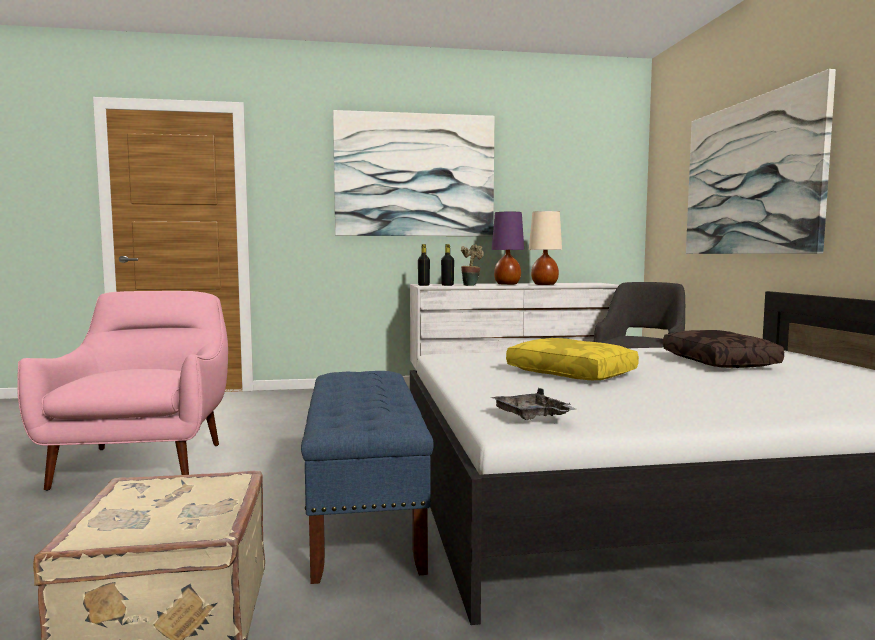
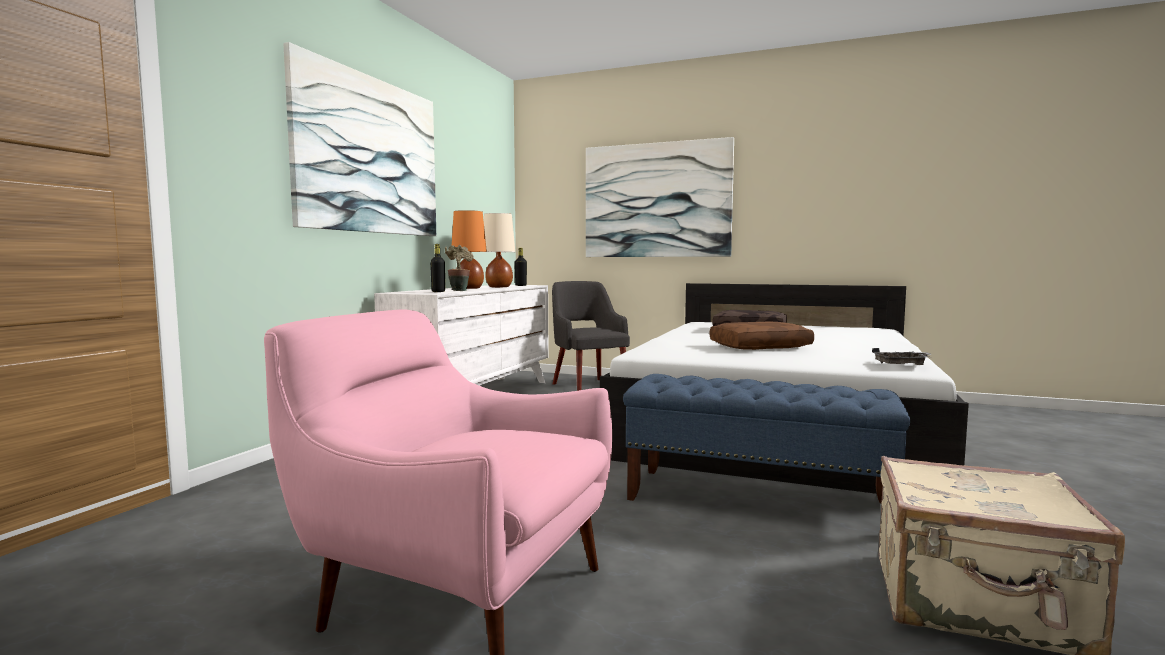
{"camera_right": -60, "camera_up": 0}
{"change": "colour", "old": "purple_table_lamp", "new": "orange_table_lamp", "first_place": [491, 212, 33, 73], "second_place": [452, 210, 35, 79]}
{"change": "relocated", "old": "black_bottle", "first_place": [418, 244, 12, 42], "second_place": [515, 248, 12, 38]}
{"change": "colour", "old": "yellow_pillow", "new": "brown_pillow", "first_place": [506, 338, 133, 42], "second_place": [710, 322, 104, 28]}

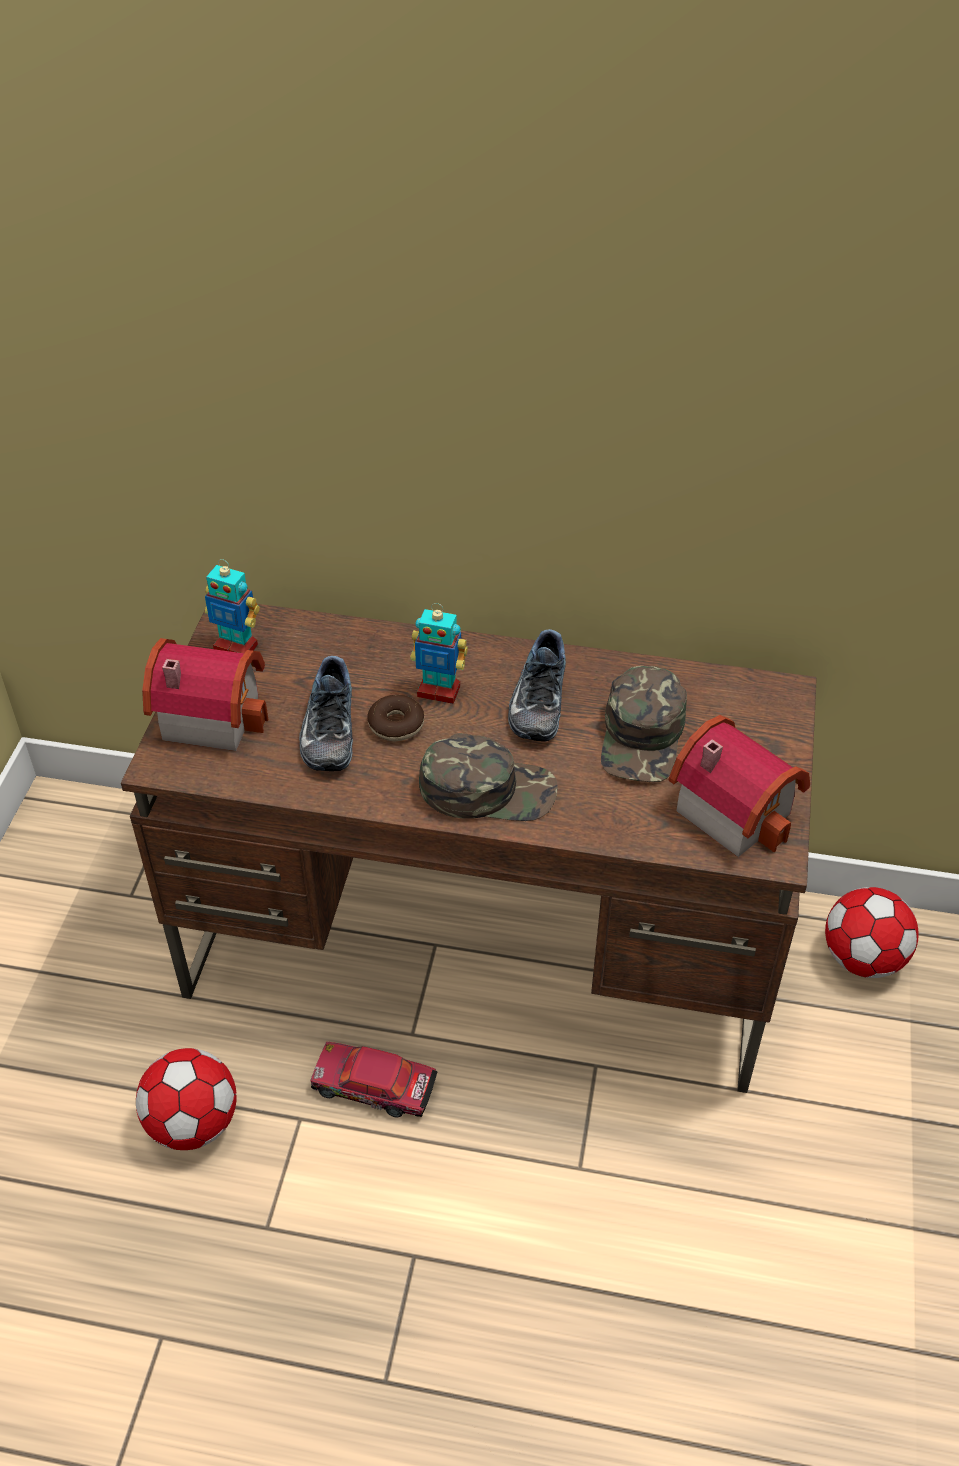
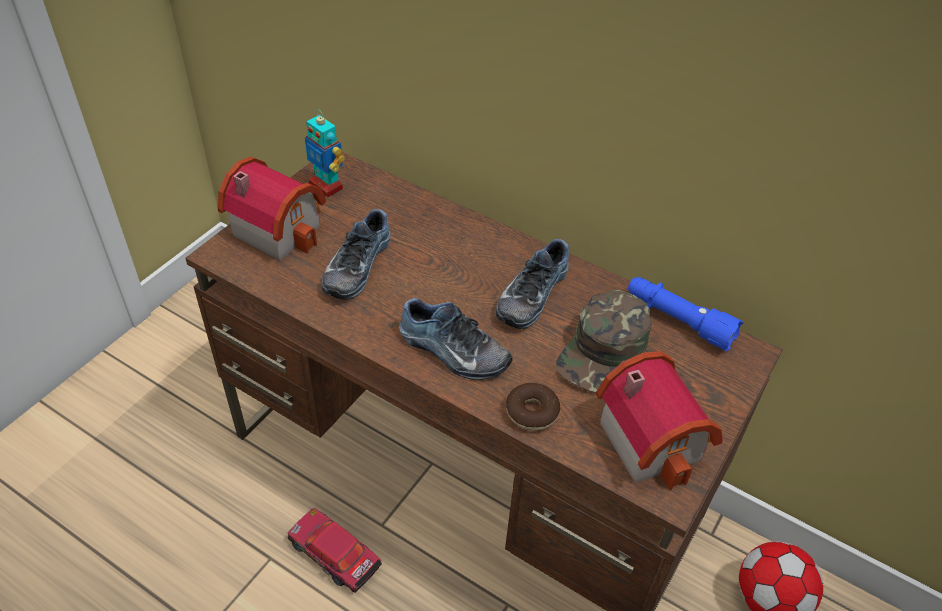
{"camera_right": 20, "camera_up": 0}
{"change": "missing", "old": "toy_robot", "first_place": [410, 603, 58, 101]}
{"change": "relocated", "old": "donut", "first_place": [367, 695, 57, 46], "second_place": [506, 383, 54, 48]}
{"change": "exchanged", "old": "green_cap", "new": "shoe", "first_place": [419, 733, 139, 88], "second_place": [399, 298, 114, 82]}
{"change": "missing", "old": "football", "first_place": [136, 1048, 101, 102]}
{"change": "appeared", "new": "blue_flashlight", "second_place": [628, 277, 115, 74]}

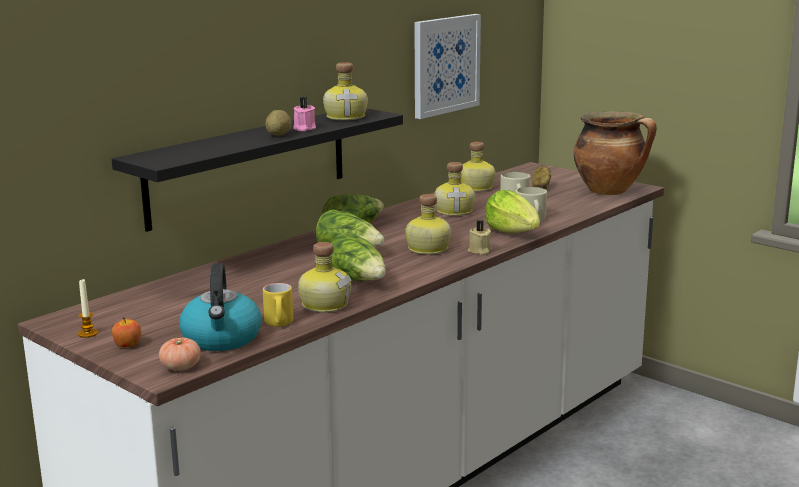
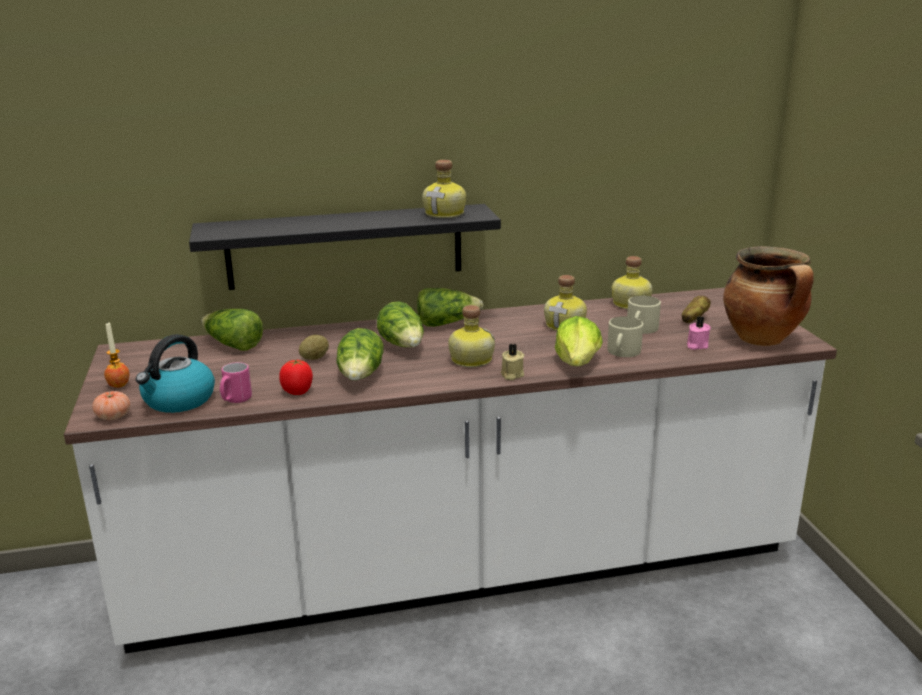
{"camera_right": 35, "camera_up": 5}
{"change": "missing", "old": "picture", "first_place": [414, 14, 67, 105]}
{"change": "relocated", "old": "pink_candle", "first_place": [293, 97, 23, 34], "second_place": [687, 316, 24, 34]}
{"change": "relocated", "old": "potato", "first_place": [265, 110, 27, 26], "second_place": [299, 335, 30, 25]}
{"change": "exchanged", "old": "bottle", "new": "tomato", "first_place": [298, 242, 54, 71], "second_place": [279, 360, 34, 35]}
{"change": "colour", "old": "yellow_mug", "new": "pink_mug", "first_place": [263, 283, 30, 44], "second_place": [220, 362, 32, 41]}
{"change": "appeared", "new": "lettuce", "second_place": [201, 309, 62, 42]}

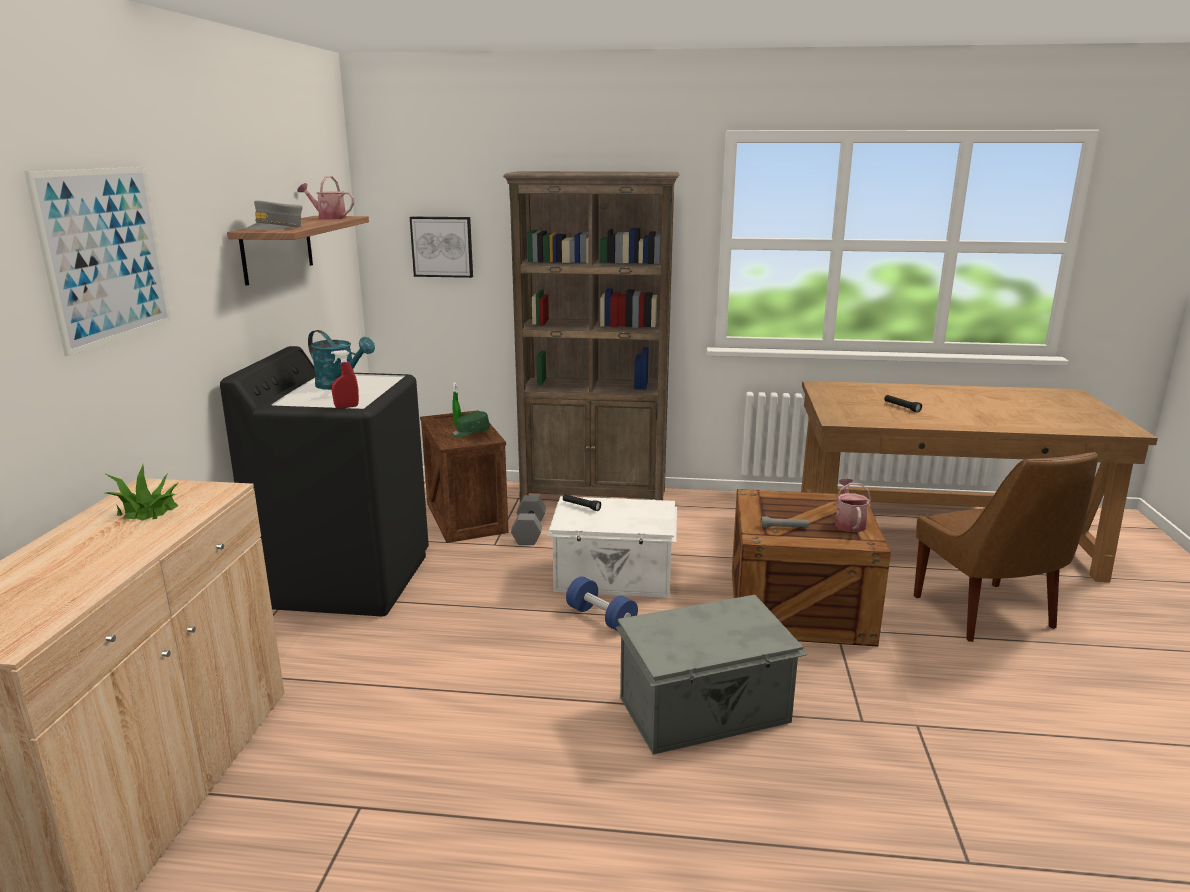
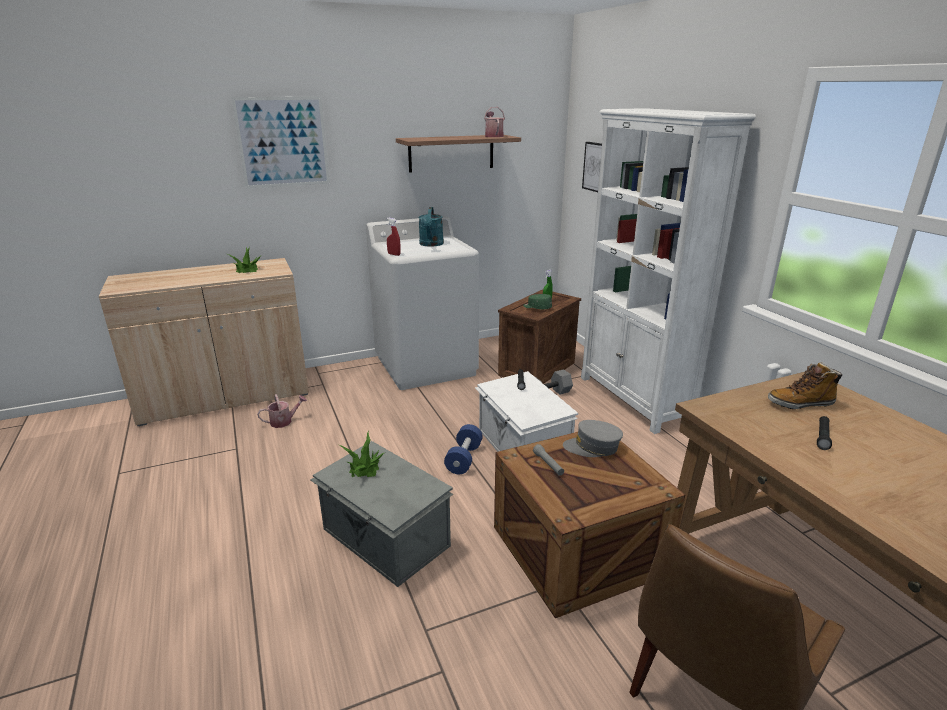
{"camera_right": 60, "camera_up": 5}
{"change": "colour", "old": "brown_bookcase", "new": "white_bookcase", "first_place": [503, 171, 176, 331], "second_place": [581, 108, 175, 326]}
{"change": "relocated", "old": "grey_cap", "first_place": [245, 201, 58, 29], "second_place": [563, 420, 60, 37]}
{"change": "colour", "old": "black_washing_machine", "new": "white_washing_machine", "first_place": [220, 346, 209, 270], "second_place": [366, 216, 113, 174]}
{"change": "relocated", "old": "watering_can", "first_place": [835, 478, 36, 54], "second_place": [257, 394, 50, 34]}
{"change": "appeared", "new": "boot", "second_place": [768, 362, 74, 47]}
{"change": "appeared", "new": "potted_plant", "second_place": [340, 431, 44, 46]}

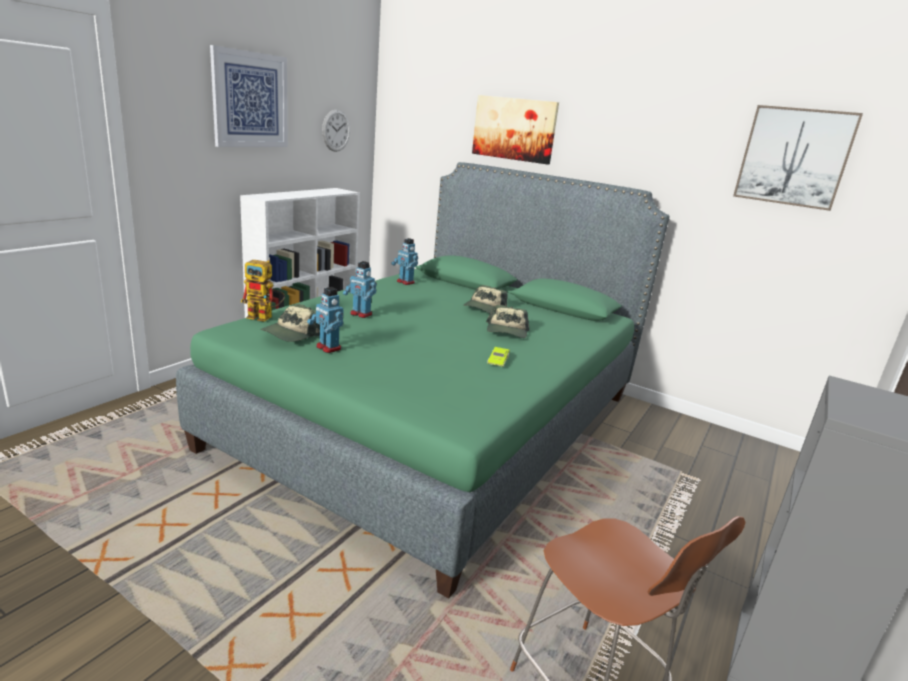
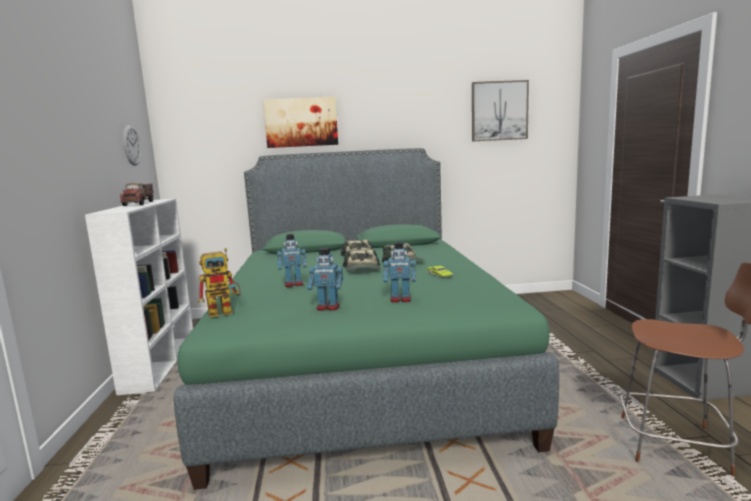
{"camera_right": -35, "camera_up": -10}
{"change": "missing", "old": "picture", "first_place": [210, 45, 78, 102]}
{"change": "relocated", "old": "toy_robot", "first_place": [391, 238, 27, 47], "second_place": [383, 242, 33, 61]}
{"change": "relocated", "old": "cap", "first_place": [260, 304, 60, 38], "second_place": [343, 249, 38, 22]}
{"change": "appeared", "new": "toy_truck", "second_place": [120, 183, 33, 23]}

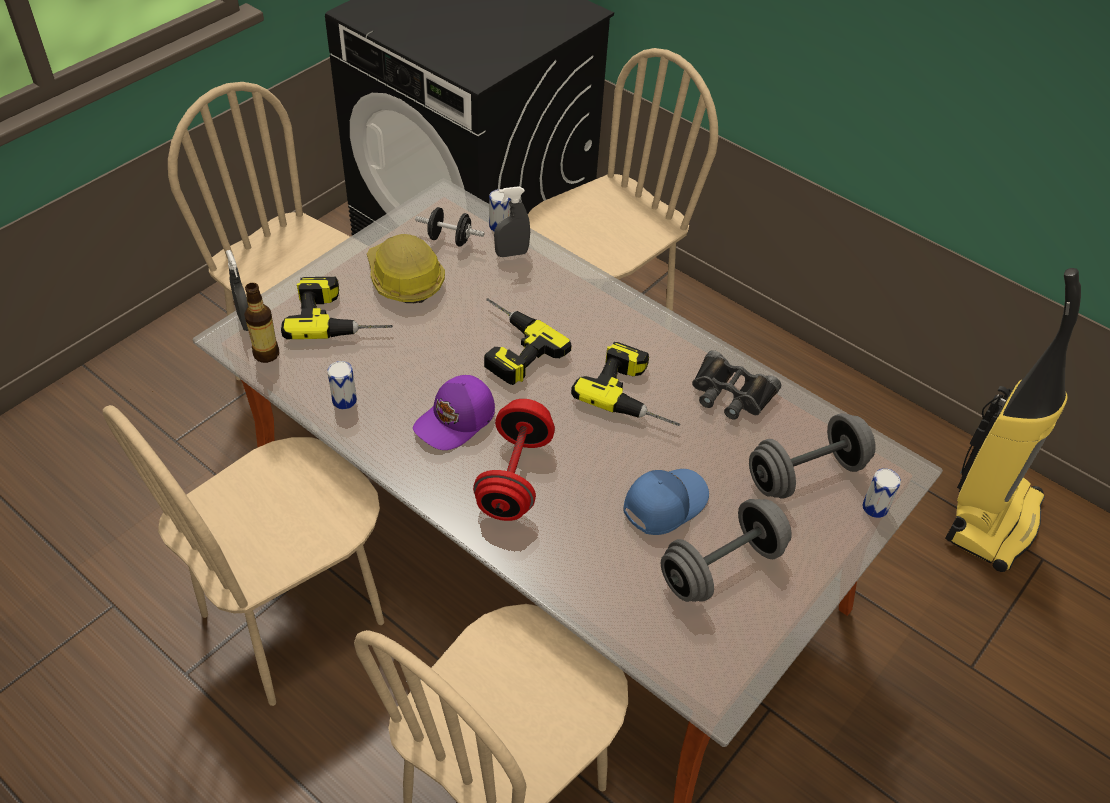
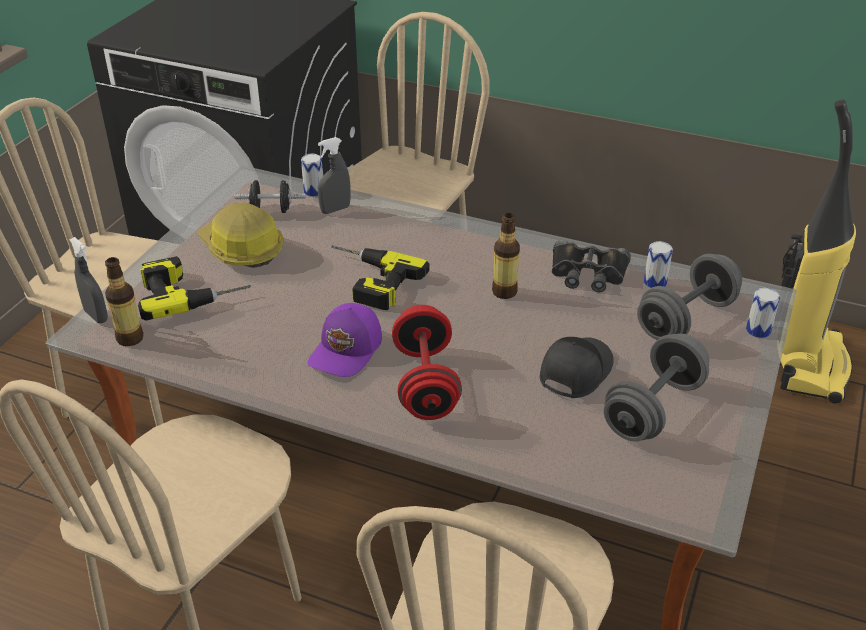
{"camera_right": -15, "camera_up": -10}
{"change": "exchanged", "old": "power_drill", "new": "bottle", "first_place": [571, 342, 109, 84], "second_place": [492, 213, 28, 86]}
{"change": "relocated", "old": "can", "first_place": [327, 361, 30, 48], "second_place": [644, 241, 29, 47]}
{"change": "colour", "old": "blue_cap", "new": "black_cap", "first_place": [624, 469, 85, 66], "second_place": [540, 337, 74, 61]}

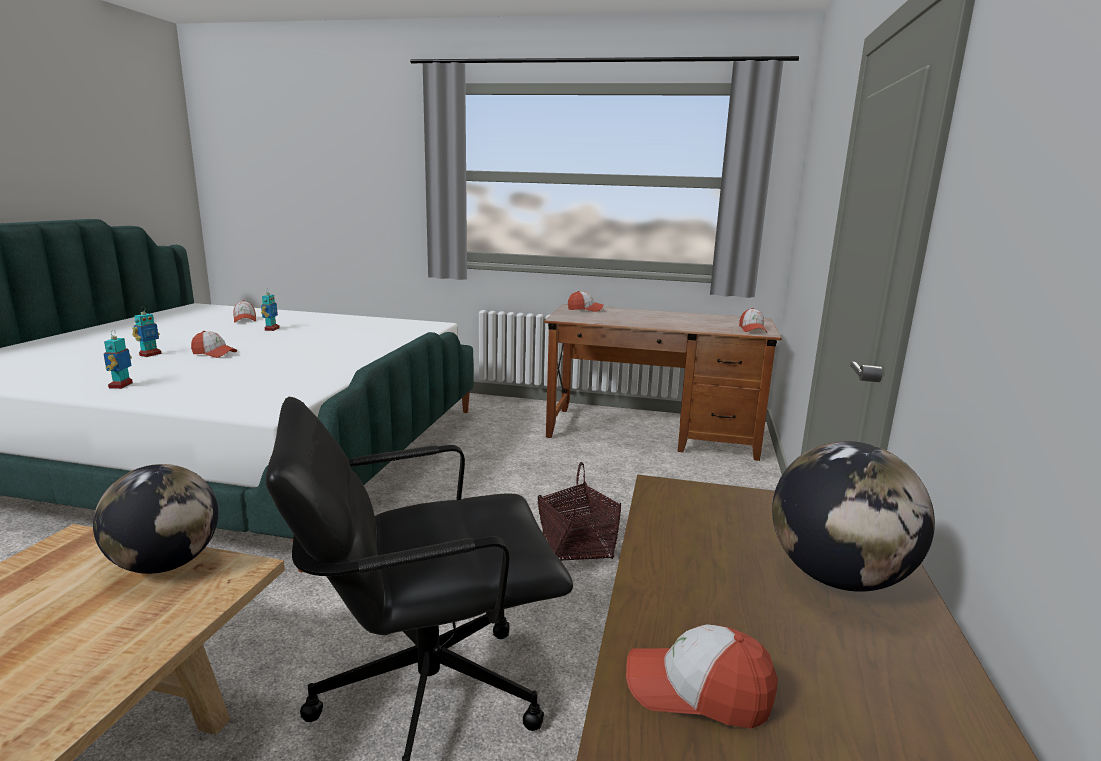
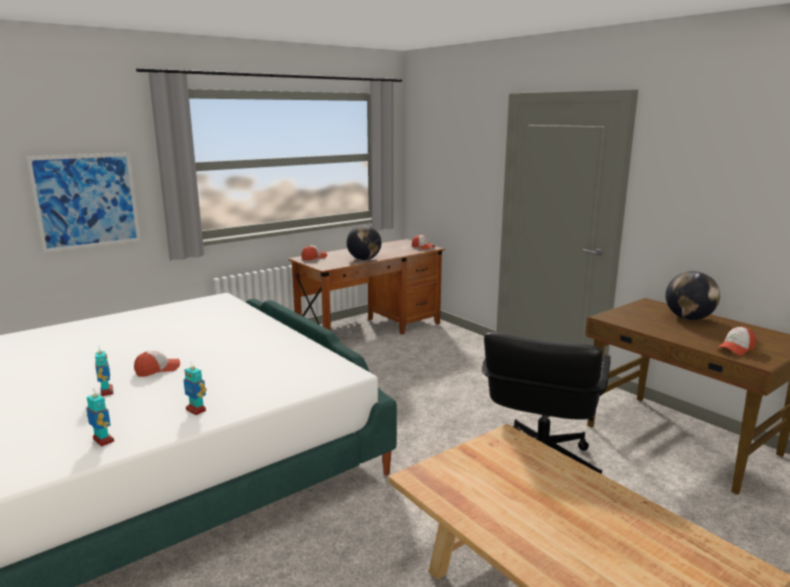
{"camera_right": -50, "camera_up": 0}
{"change": "relocated", "old": "toy_robot", "first_place": [261, 290, 19, 41], "second_place": [86, 388, 28, 59]}
{"change": "missing", "old": "cap", "first_place": [233, 300, 23, 22]}
{"change": "missing", "old": "basket", "first_place": [538, 462, 83, 98]}
{"change": "relocated", "old": "globe", "first_place": [93, 464, 125, 110], "second_place": [347, 225, 35, 35]}
{"change": "appeared", "new": "picture", "second_place": [26, 153, 115, 100]}

